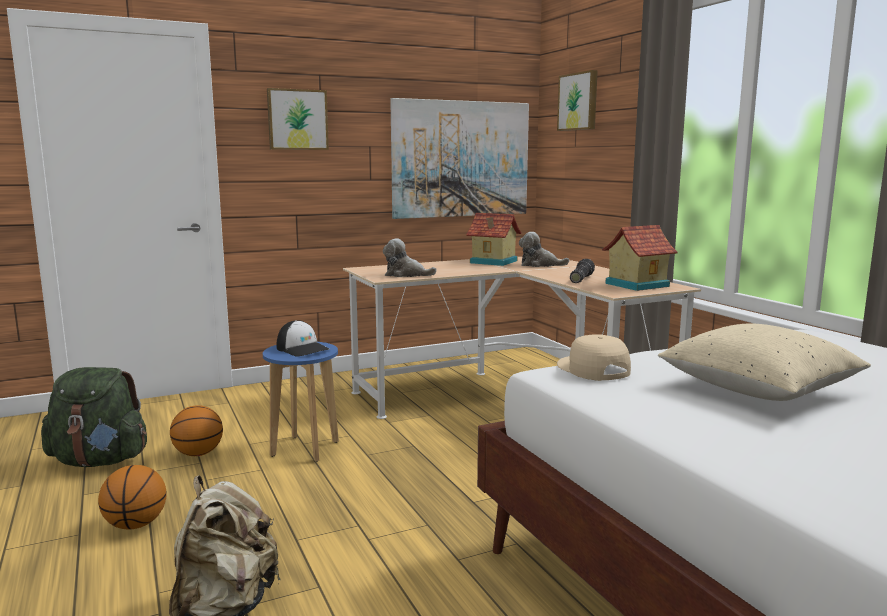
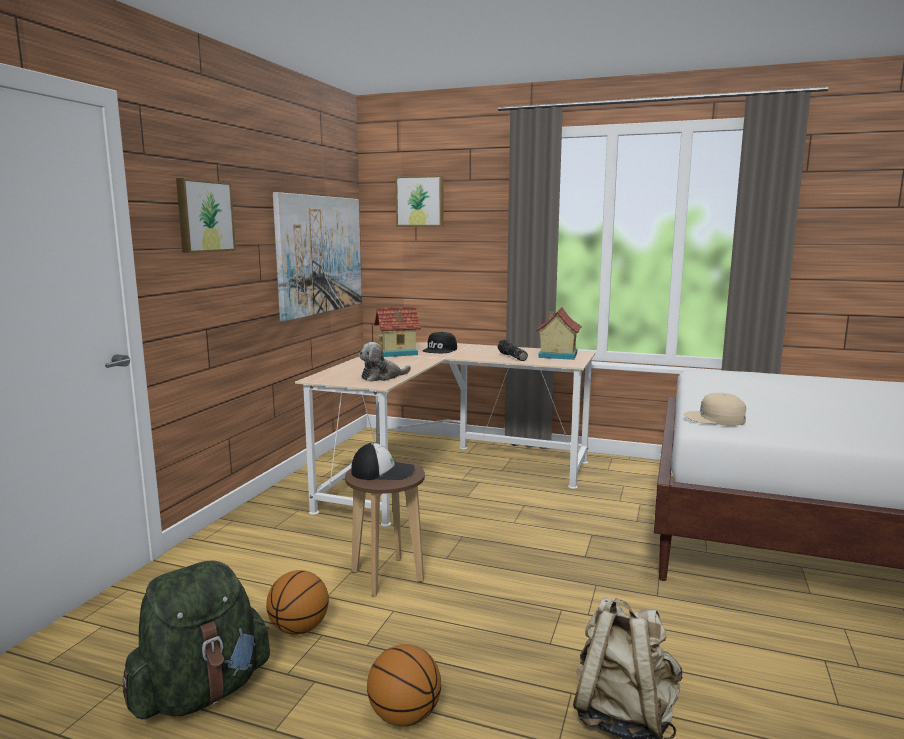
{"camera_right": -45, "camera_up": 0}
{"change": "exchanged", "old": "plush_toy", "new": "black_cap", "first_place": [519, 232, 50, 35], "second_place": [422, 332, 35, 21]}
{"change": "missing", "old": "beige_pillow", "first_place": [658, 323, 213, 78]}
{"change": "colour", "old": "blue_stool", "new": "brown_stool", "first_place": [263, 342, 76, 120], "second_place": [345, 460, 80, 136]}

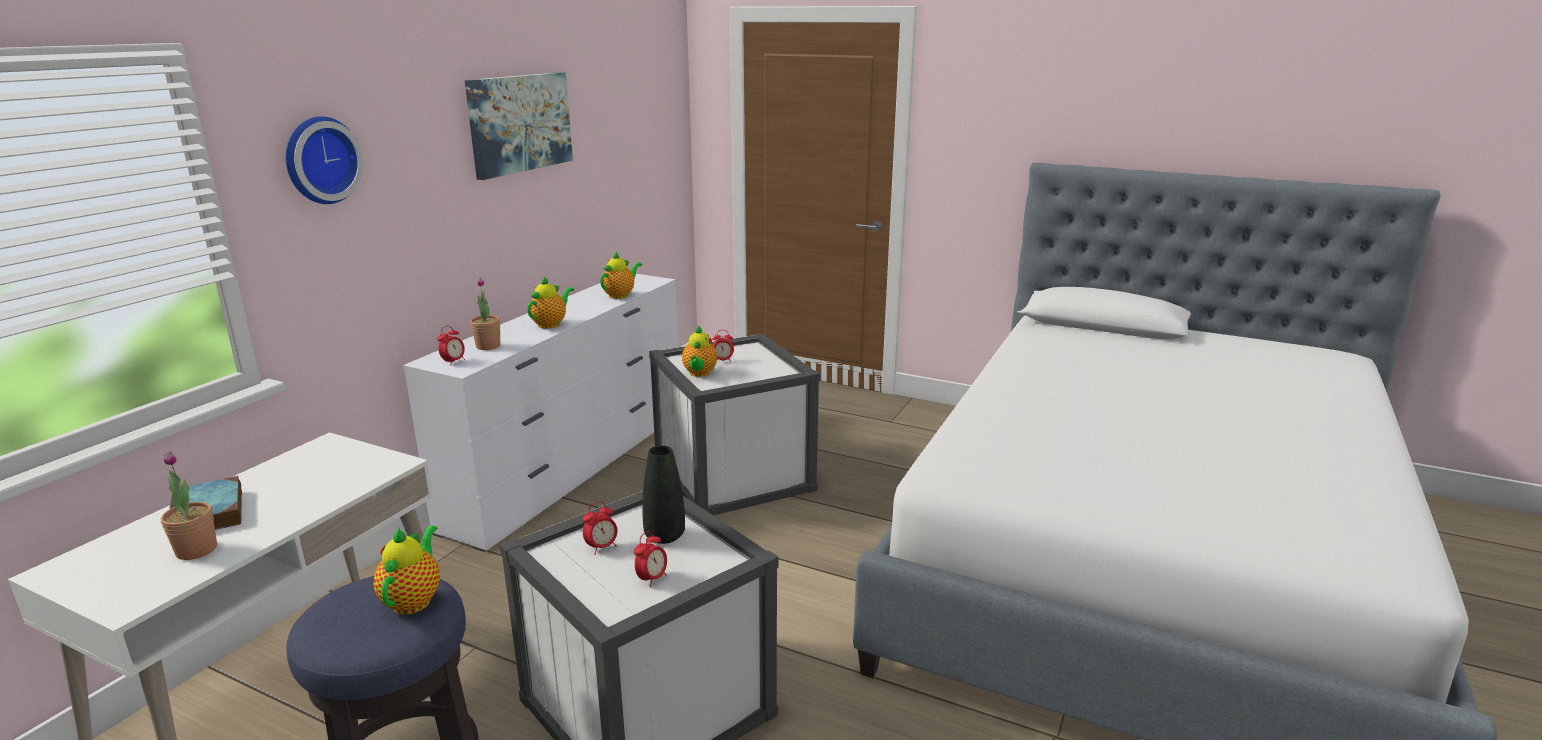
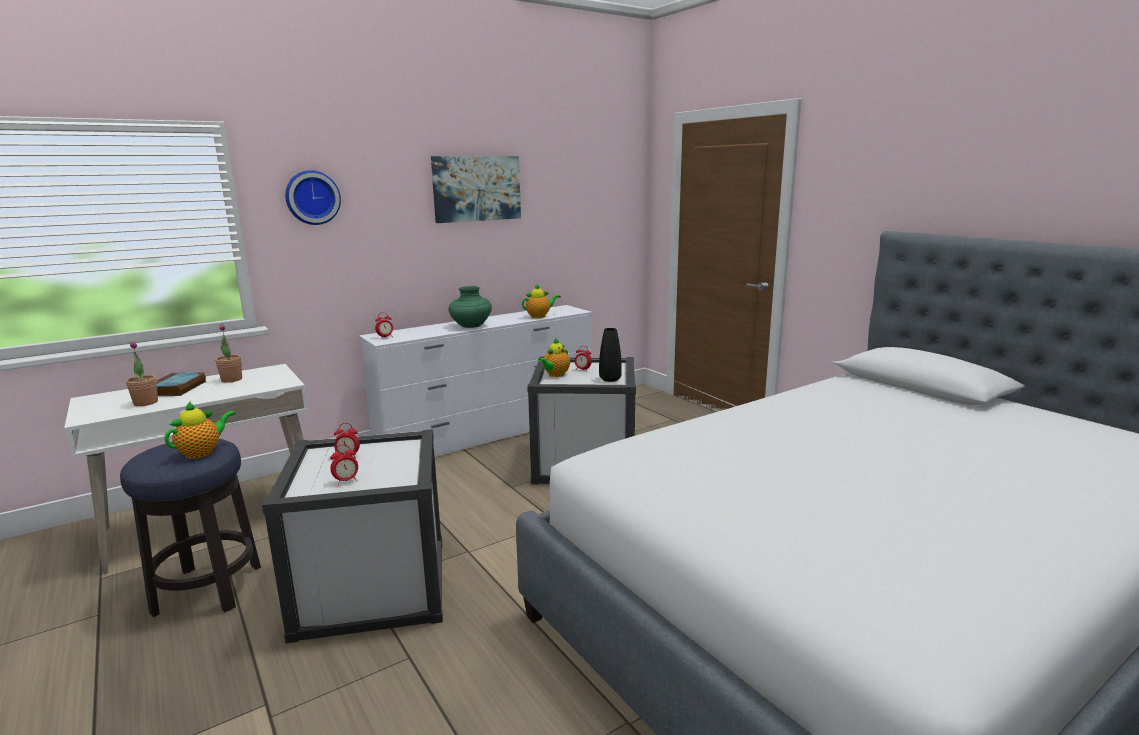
{"camera_right": 30, "camera_up": -5}
{"change": "exchanged", "old": "teapot", "new": "green_vase", "first_place": [527, 276, 47, 53], "second_place": [449, 286, 43, 42]}
{"change": "relocated", "old": "potted_plant", "first_place": [470, 278, 30, 72], "second_place": [215, 324, 27, 59]}
{"change": "relocated", "old": "black_vase", "first_place": [642, 445, 43, 99], "second_place": [599, 328, 23, 54]}

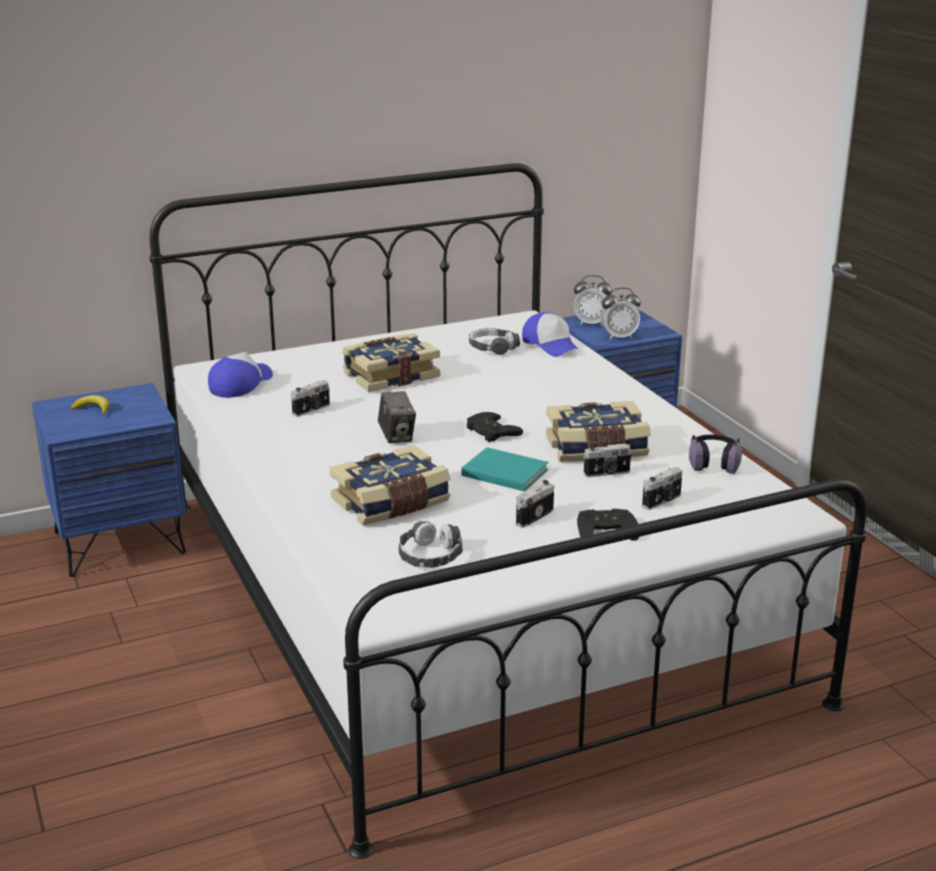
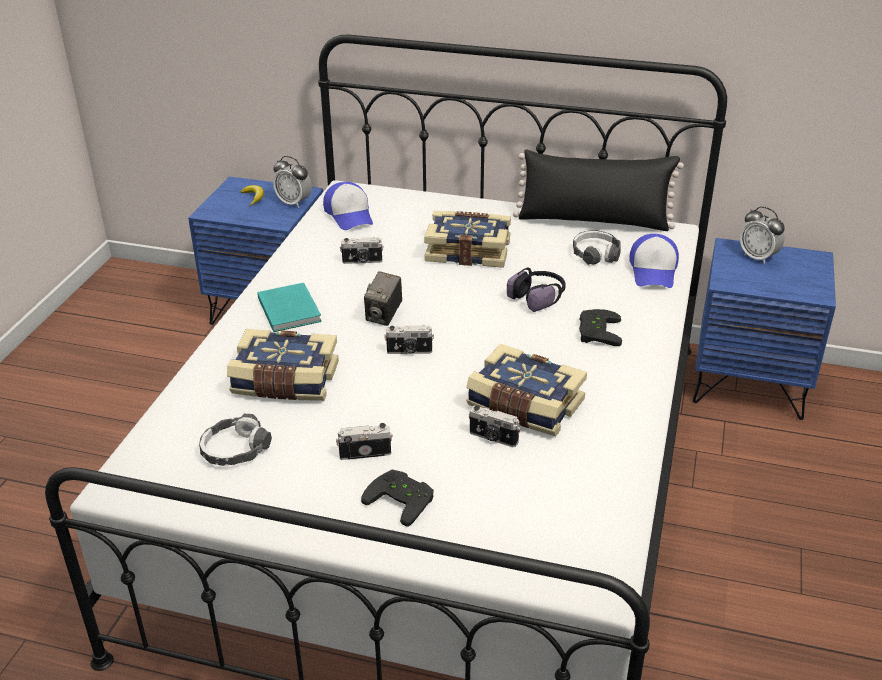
{"camera_right": 40, "camera_up": 10}
{"change": "relocated", "old": "alarm_clock", "first_place": [601, 288, 40, 52], "second_place": [273, 156, 39, 52]}
{"change": "spun", "old": "cap", "first_place": [208, 352, 65, 46], "second_place": [323, 182, 50, 48], "degrees": 90}
{"change": "relocated", "old": "black_game_controller", "first_place": [467, 412, 56, 30], "second_place": [579, 309, 43, 37]}
{"change": "relocated", "old": "headphones", "first_place": [689, 435, 53, 39], "second_place": [507, 267, 59, 45]}
{"change": "relocated", "old": "turquoise_book", "first_place": [461, 447, 88, 45], "second_place": [257, 283, 65, 49]}
{"change": "relocated", "old": "photo_camera", "first_place": [642, 467, 40, 43], "second_place": [384, 325, 50, 29]}
{"change": "appeared", "new": "black_pillow", "second_place": [513, 149, 171, 82]}

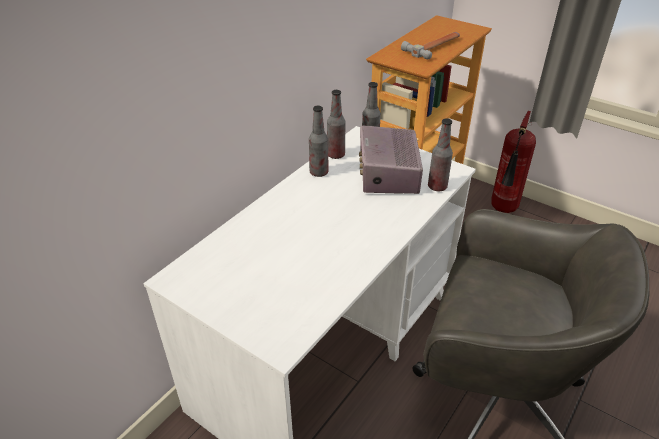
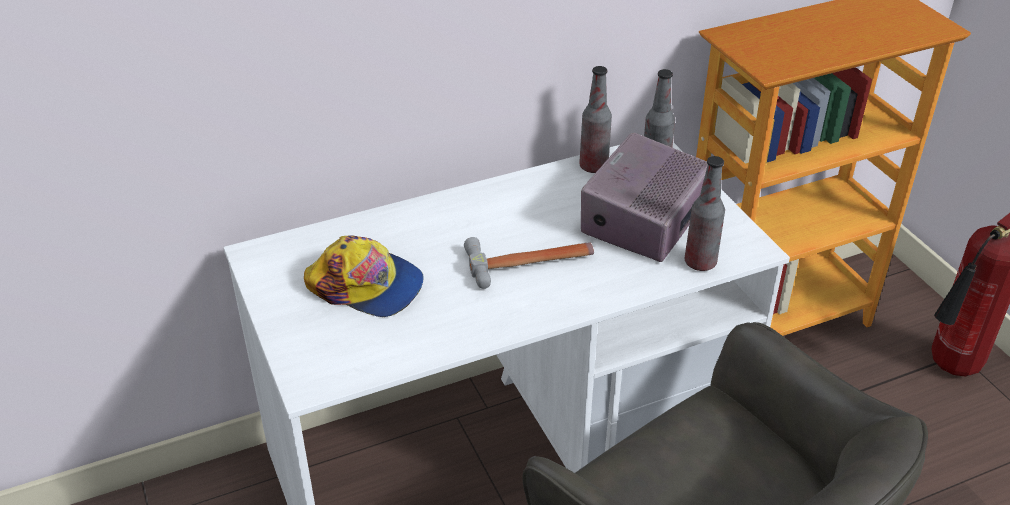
{"camera_right": 30, "camera_up": 0}
{"change": "relocated", "old": "hammer", "first_place": [401, 32, 59, 27], "second_place": [464, 237, 130, 52]}
{"change": "missing", "old": "bottle", "first_place": [309, 106, 19, 71]}
{"change": "appeared", "new": "cap", "second_place": [304, 235, 120, 82]}

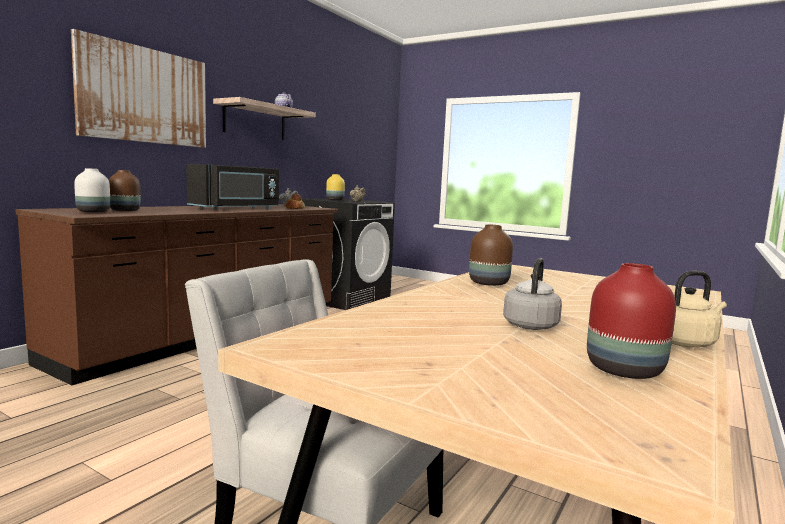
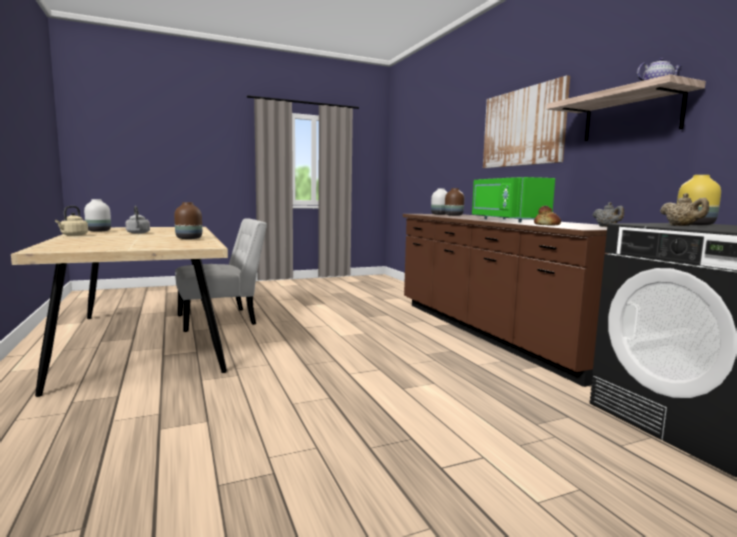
{"camera_right": 125, "camera_up": 0}
{"change": "colour", "old": "black_microwave", "new": "green_microwave", "first_place": [186, 164, 93, 46], "second_place": [472, 177, 83, 46]}
{"change": "colour", "old": "red_vase", "new": "white_vase", "first_place": [587, 263, 89, 116], "second_place": [84, 199, 27, 33]}

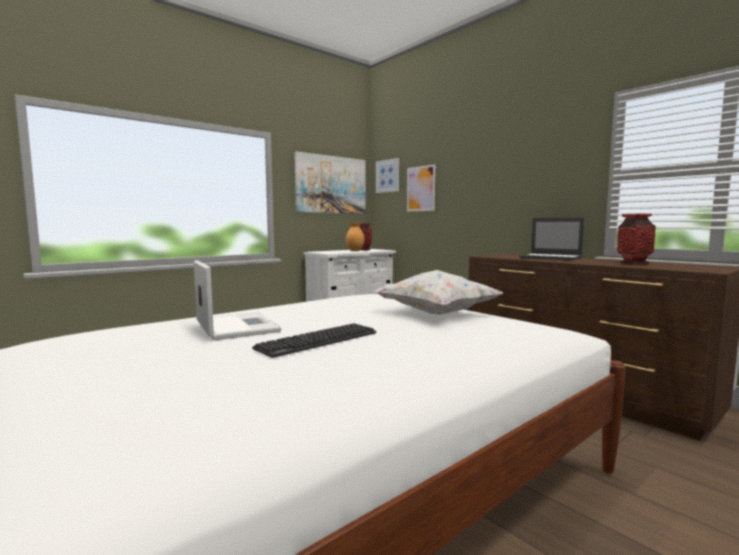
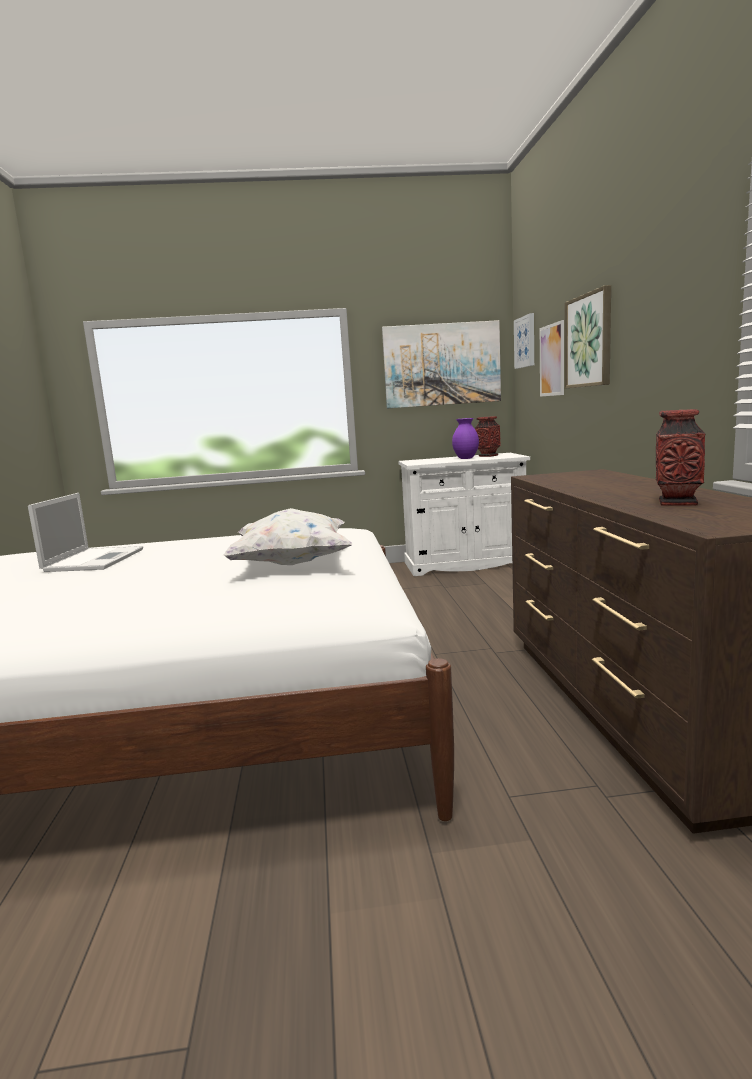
{"camera_right": 35, "camera_up": 5}
{"change": "missing", "old": "laptop", "first_place": [520, 218, 64, 43]}
{"change": "colour", "old": "brown_vase", "new": "purple_vase", "first_place": [346, 223, 19, 28], "second_place": [452, 418, 27, 41]}
{"change": "missing", "old": "keyboard", "first_place": [252, 323, 124, 35]}
{"change": "appeared", "new": "picture", "second_place": [565, 285, 46, 104]}

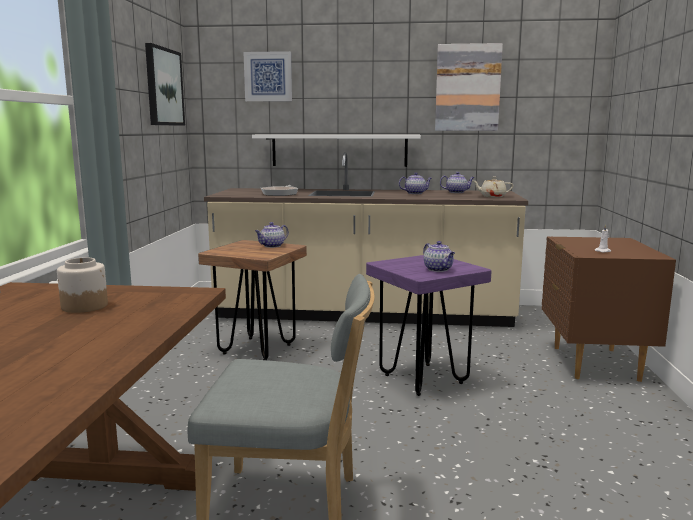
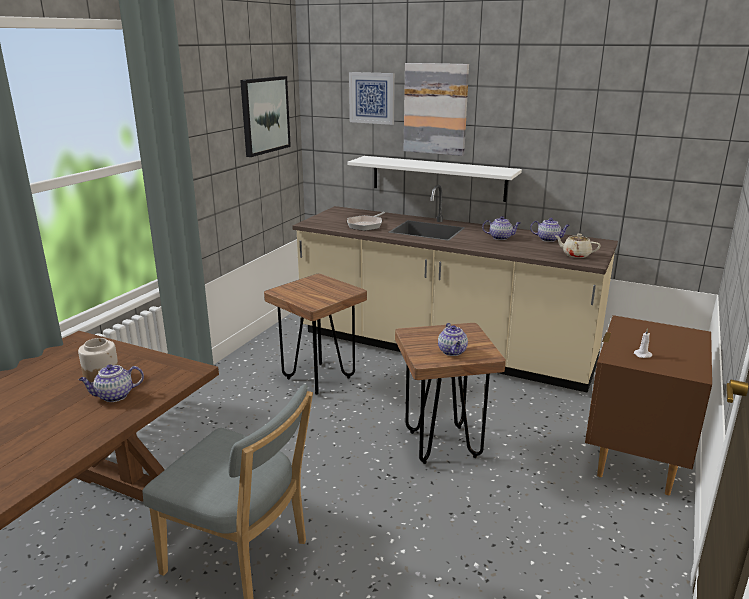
{"camera_right": 20, "camera_up": 10}
{"change": "relocated", "old": "picture", "first_place": [435, 43, 68, 88], "second_place": [403, 63, 66, 93]}
{"change": "relocated", "old": "teapot", "first_place": [255, 222, 34, 26], "second_place": [79, 364, 65, 38]}
{"change": "colour", "old": "purple_stool", "new": "brown_stool", "first_place": [366, 255, 126, 141], "second_place": [395, 323, 111, 141]}

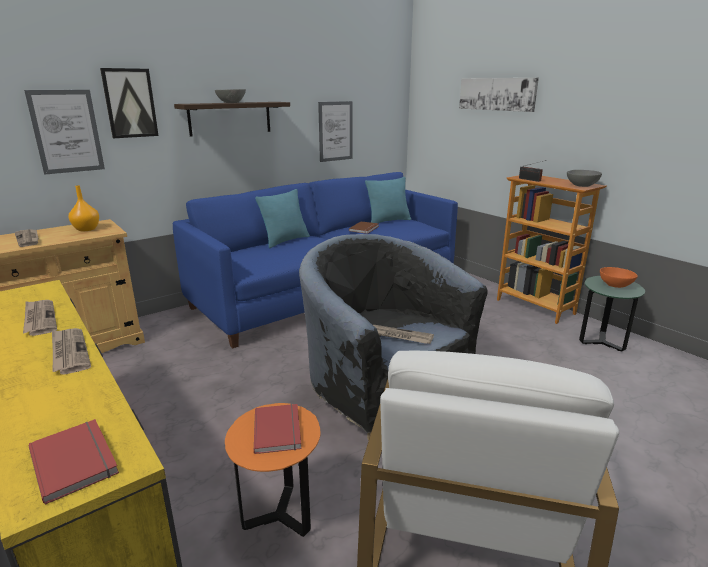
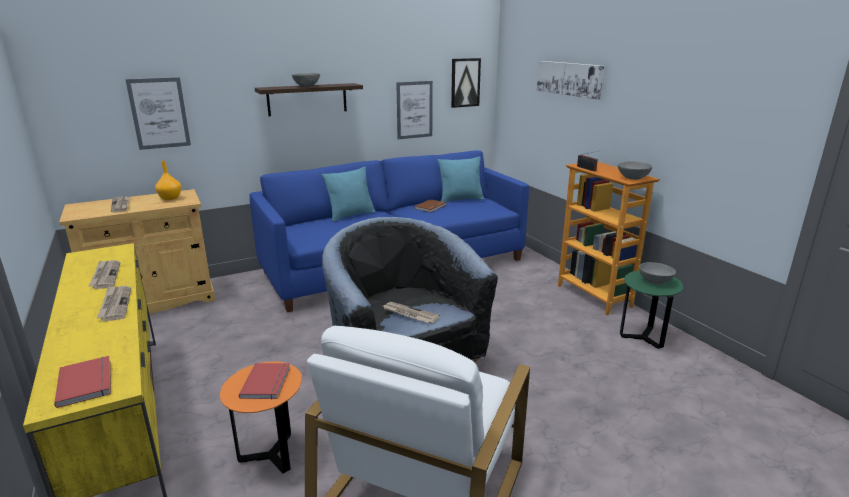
{"camera_right": 10, "camera_up": 0}
{"change": "relocated", "old": "picture", "first_place": [100, 68, 59, 70], "second_place": [451, 58, 30, 50]}
{"change": "colour", "old": "orange_bowl", "new": "grey_bowl", "first_place": [600, 267, 38, 21], "second_place": [639, 262, 37, 22]}

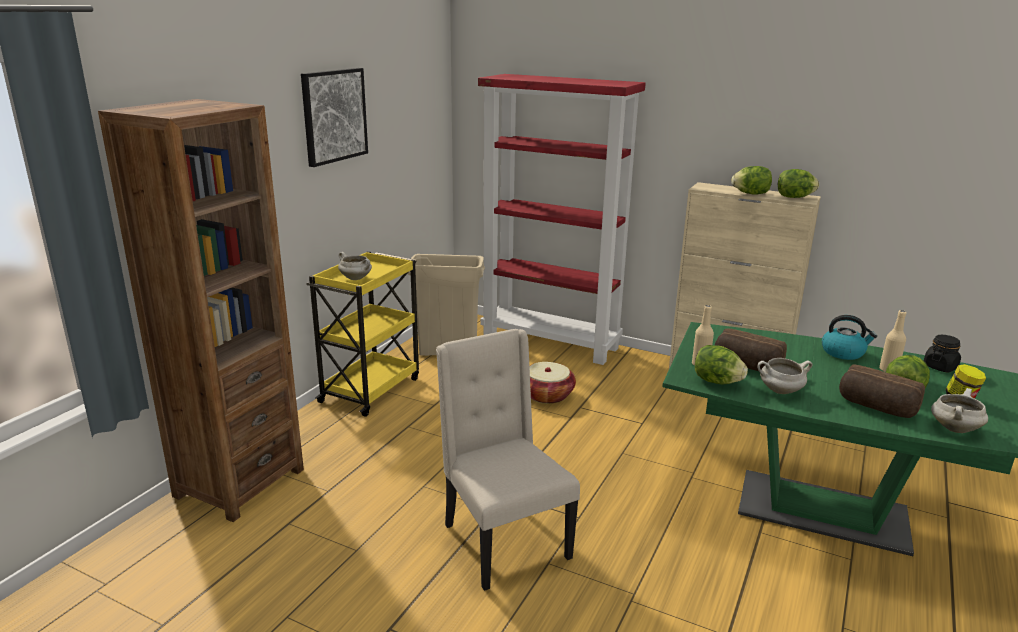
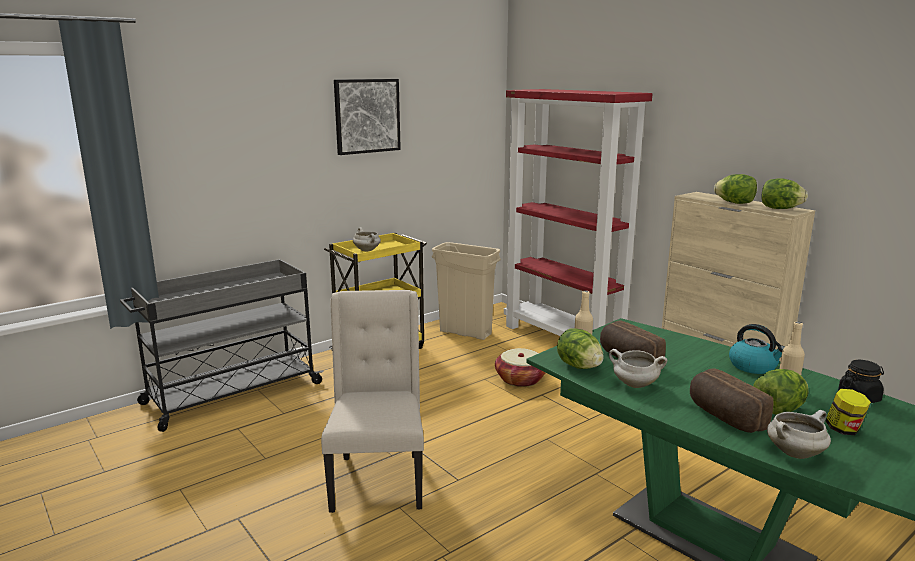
{"camera_right": 25, "camera_up": -5}
{"change": "exchanged", "old": "brown_bookcase", "new": "grey_cart", "first_place": [98, 99, 206, 423], "second_place": [120, 259, 204, 173]}

